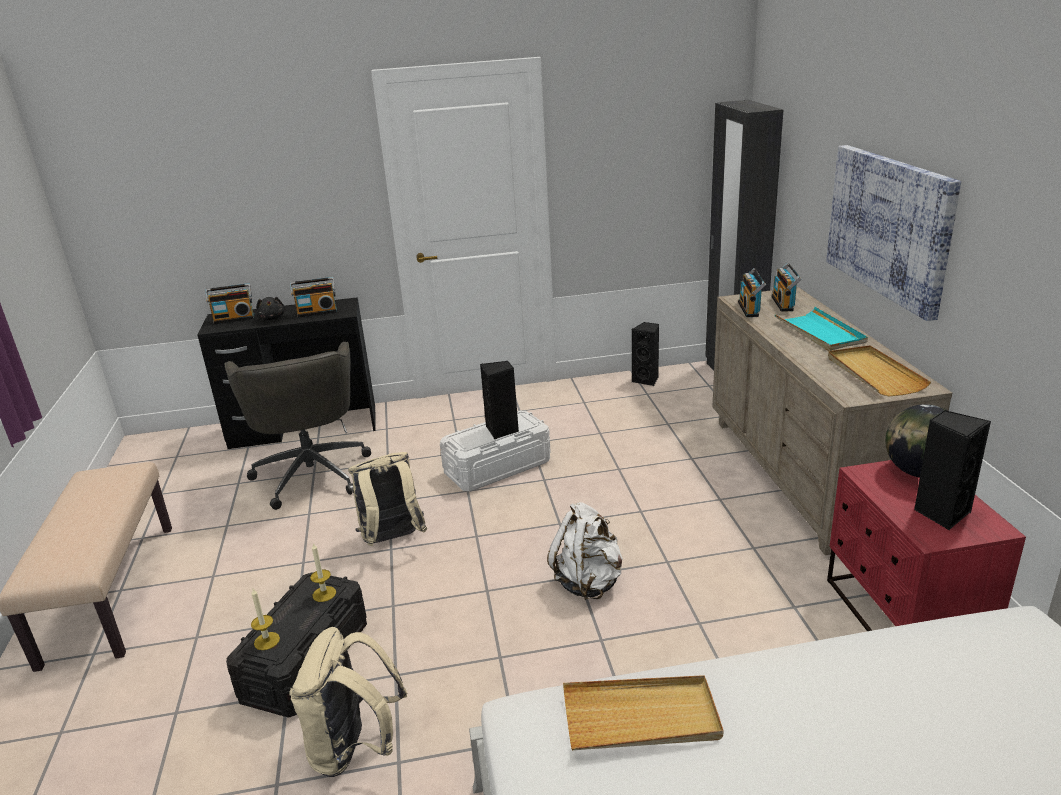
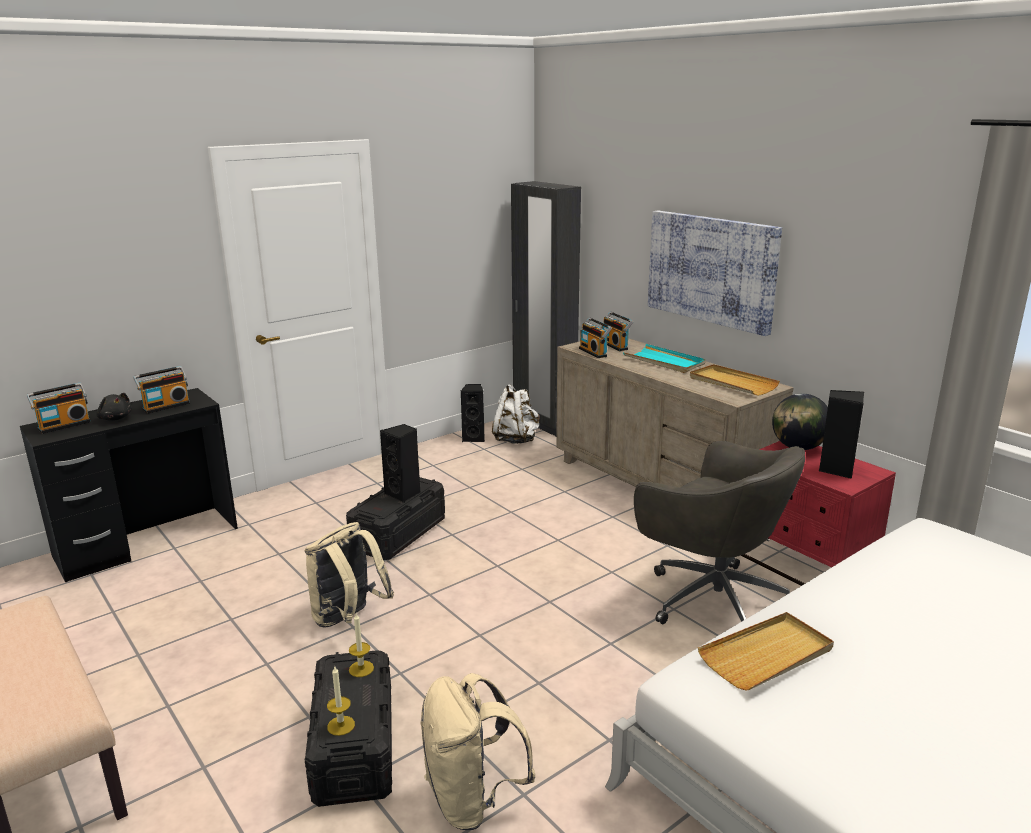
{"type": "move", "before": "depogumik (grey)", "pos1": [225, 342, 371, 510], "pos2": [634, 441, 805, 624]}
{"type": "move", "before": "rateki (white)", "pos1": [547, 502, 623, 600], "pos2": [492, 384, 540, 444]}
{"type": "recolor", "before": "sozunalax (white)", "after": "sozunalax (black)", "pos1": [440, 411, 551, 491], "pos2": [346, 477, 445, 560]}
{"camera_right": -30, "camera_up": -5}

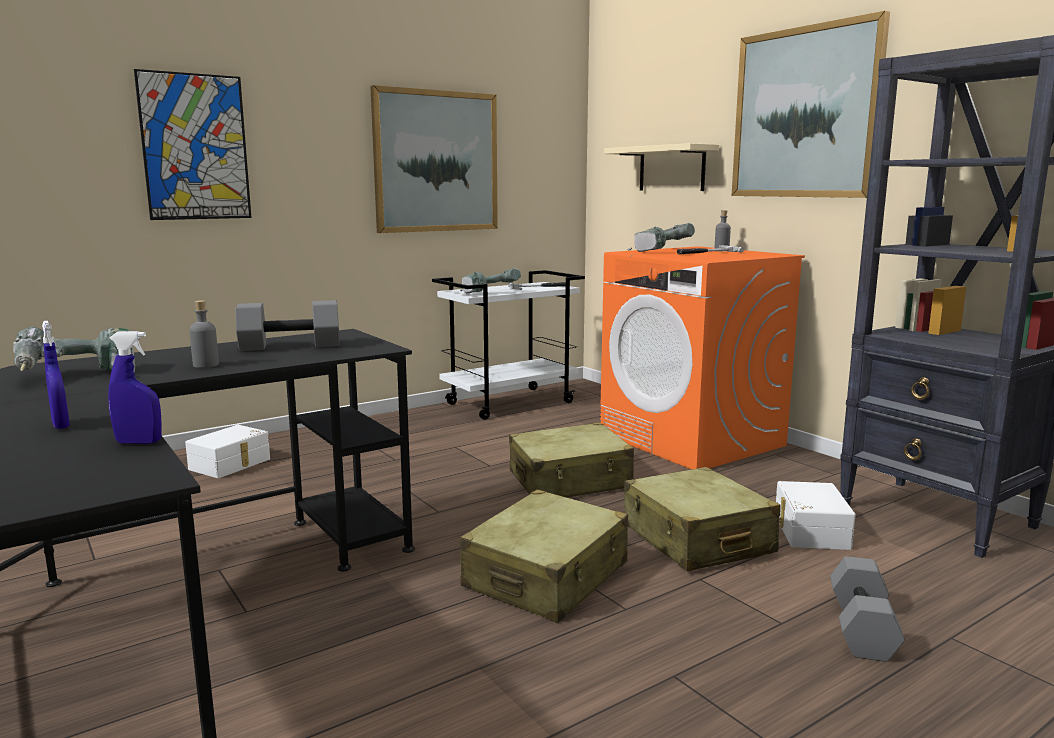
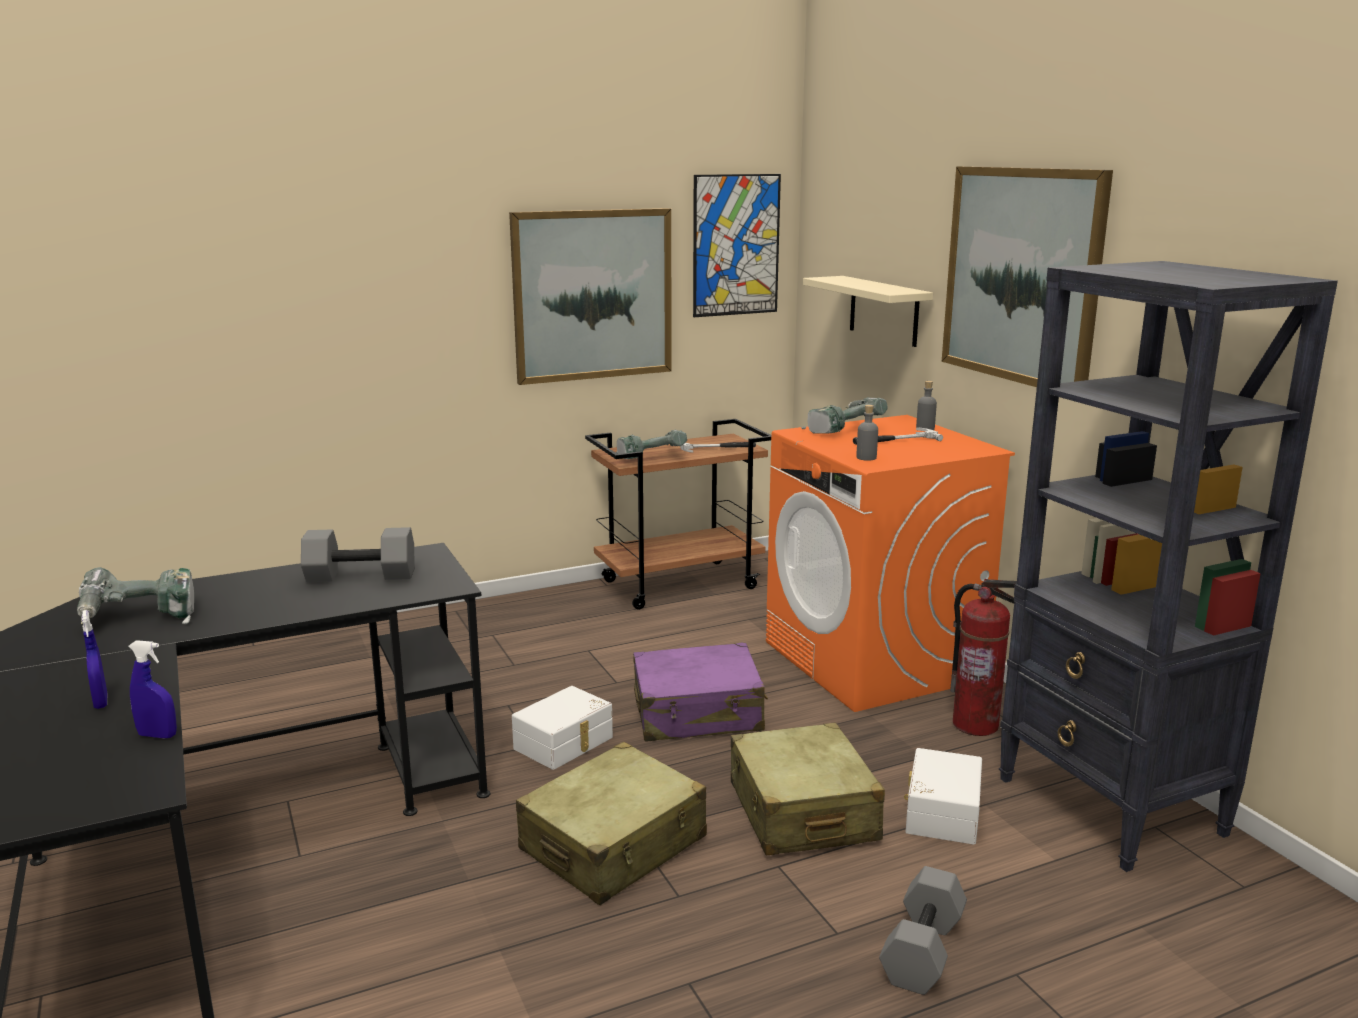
{"type": "insert", "after": "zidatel", "pos2": [950, 579, 1017, 736]}
{"type": "move", "before": "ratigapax", "pos1": [134, 69, 251, 220], "pos2": [693, 174, 781, 317]}
{"type": "move", "before": "sozunalax (white)", "pos1": [185, 425, 270, 478], "pos2": [512, 686, 613, 770]}
{"type": "move", "before": "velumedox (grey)", "pos1": [190, 301, 219, 368], "pos2": [856, 405, 878, 461]}
{"type": "recolor", "before": "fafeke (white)", "after": "fafeke (brown)", "pos1": [432, 270, 585, 420], "pos2": [585, 419, 771, 610]}
{"type": "recolor", "before": "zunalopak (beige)", "after": "zunalopak (purple)", "pos1": [509, 422, 634, 497], "pos2": [633, 642, 768, 742]}
{"camera_right": 10, "camera_up": 5}

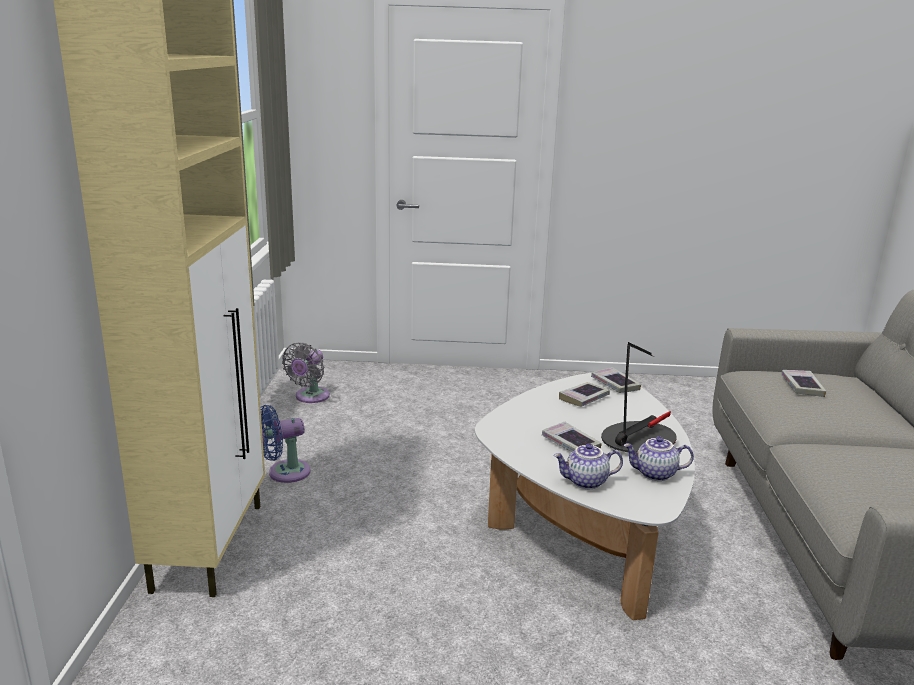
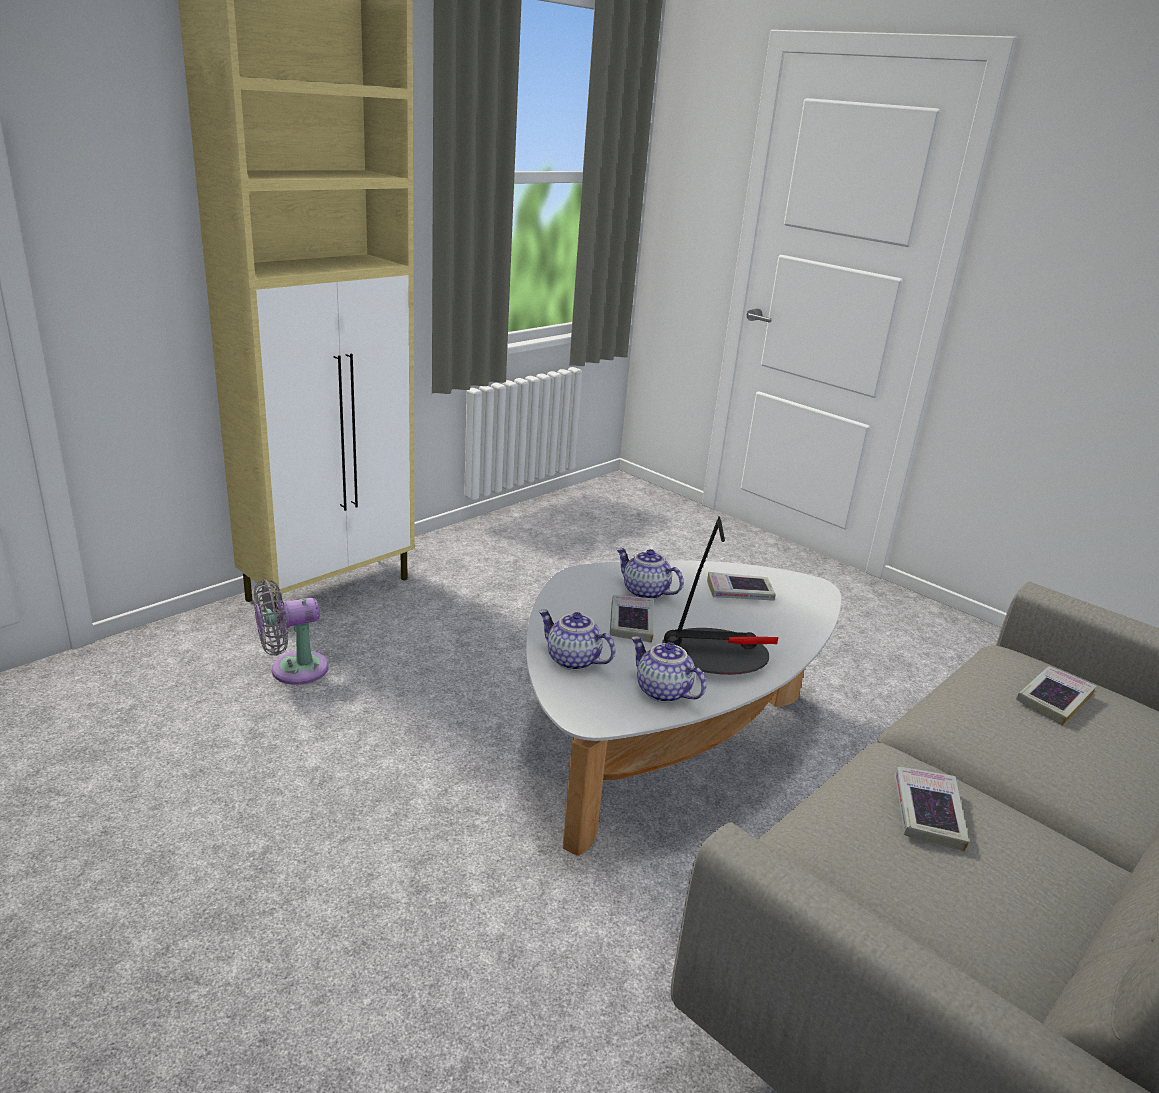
{"type": "delete", "before": "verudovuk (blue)", "pos1": [261, 405, 311, 483]}
{"type": "insert", "after": "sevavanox", "pos2": [616, 548, 683, 599]}
{"type": "move", "before": "verudovuk (grey)", "pos1": [282, 343, 330, 403], "pos2": [254, 579, 329, 685]}
{"type": "move", "before": "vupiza", "pos1": [591, 367, 641, 393], "pos2": [895, 767, 969, 851]}
{"camera_right": 40, "camera_up": 5}

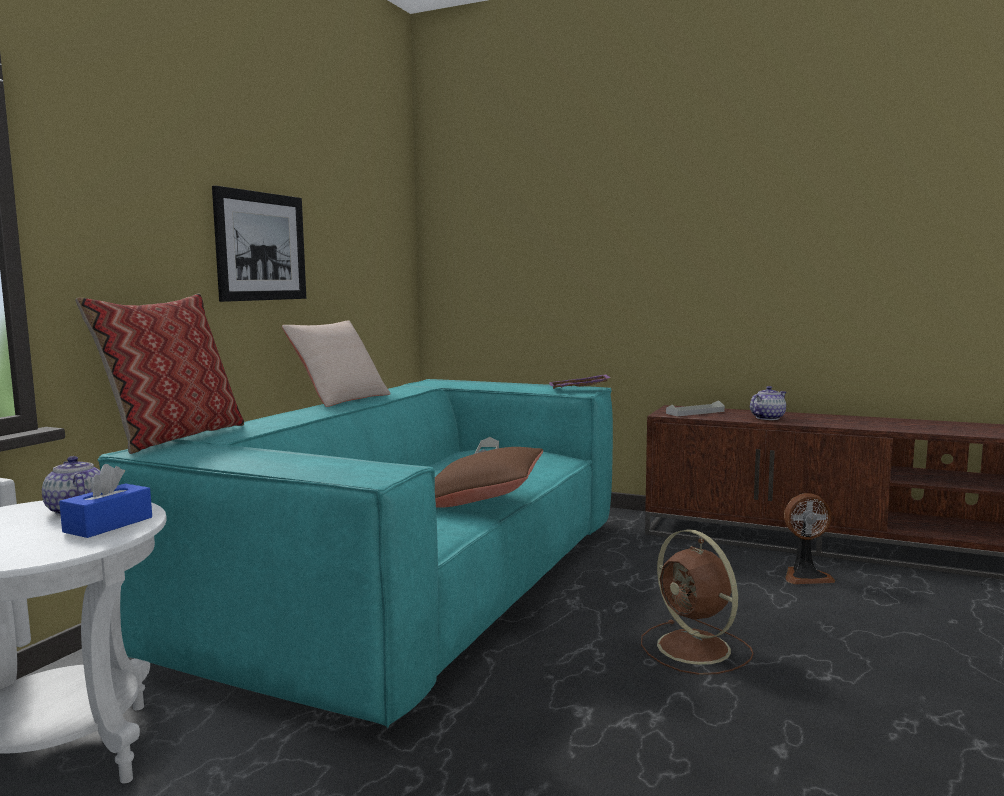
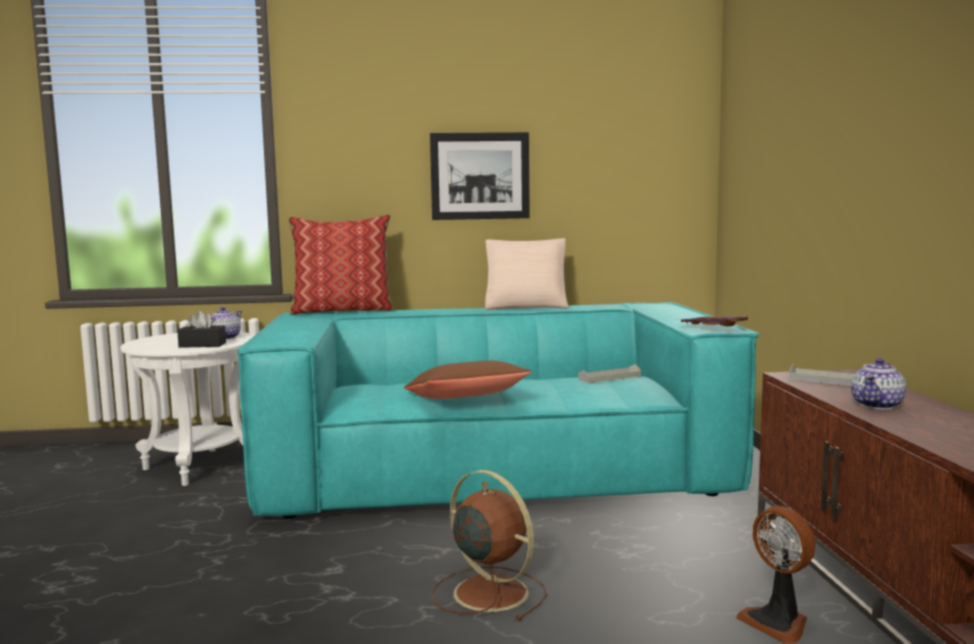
{"type": "recolor", "before": "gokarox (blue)", "after": "gokarox (black)", "pos1": [59, 464, 152, 538], "pos2": [177, 311, 226, 348]}
{"type": "rotate", "before": "verudovuk (brown)", "pos1": [641, 529, 754, 675], "pos2": [431, 470, 547, 621], "turn": 105}
{"type": "rotate", "before": "sevavanox", "pos1": [750, 386, 786, 420], "pos2": [851, 358, 906, 410], "turn": 105}
{"camera_right": 60, "camera_up": 0}

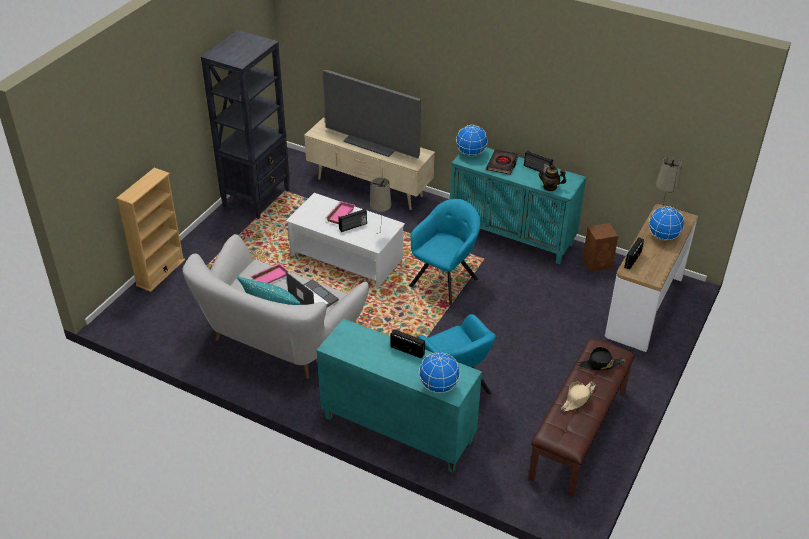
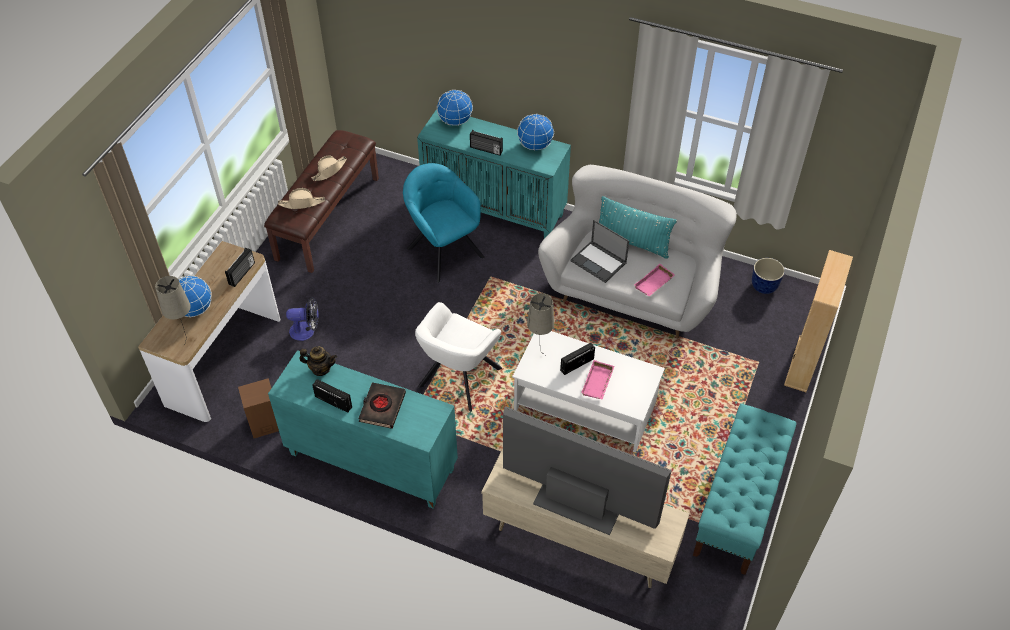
{"type": "insert", "after": "verudovuk", "pos2": [286, 297, 319, 341]}
{"type": "insert", "after": "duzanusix", "pos2": [752, 258, 785, 294]}
{"type": "move", "before": "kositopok", "pos1": [456, 125, 488, 156], "pos2": [517, 114, 554, 151]}
{"type": "replace", "before": "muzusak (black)", "after": "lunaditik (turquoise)", "pos1": [201, 30, 290, 219], "pos2": [693, 404, 797, 575]}
{"type": "recolor", "before": "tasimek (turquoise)", "after": "tasimek (white)", "pos1": [409, 199, 481, 307], "pos2": [415, 302, 502, 412]}
{"type": "recolor", "before": "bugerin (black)", "after": "bugerin (beige)", "pos1": [577, 347, 625, 370], "pos2": [278, 188, 325, 209]}
{"camera_right": 175, "camera_up": 10}

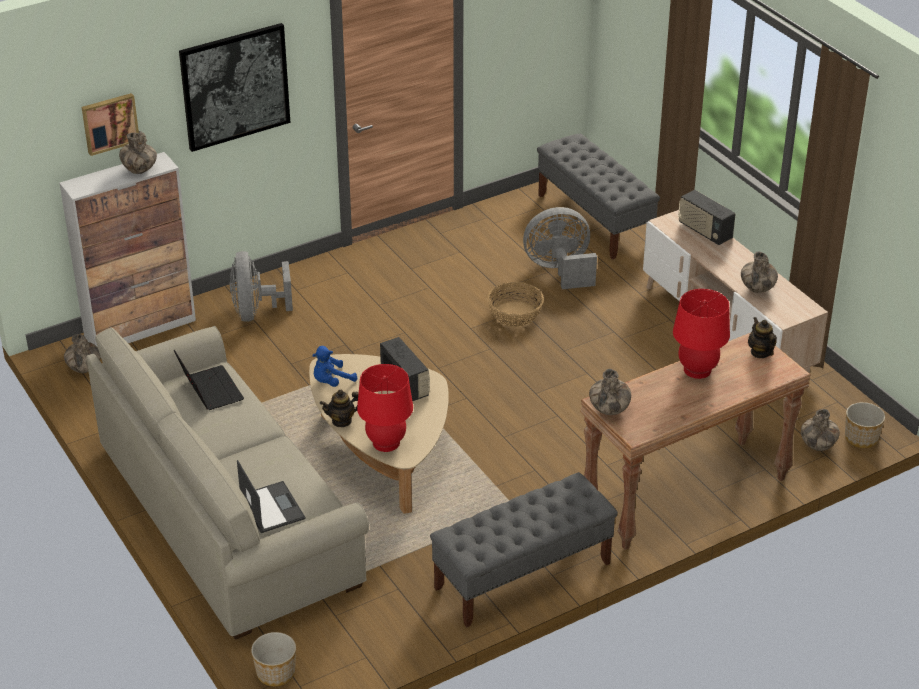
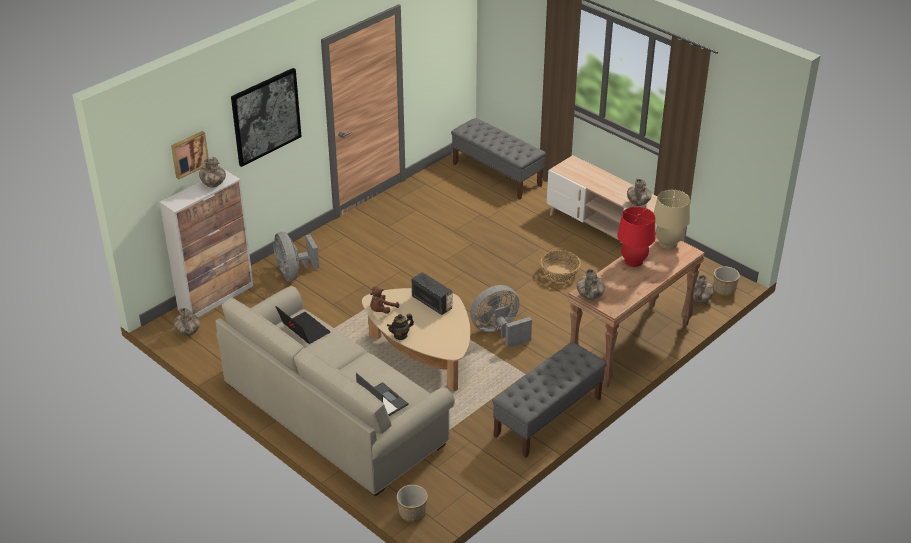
{"type": "delete", "before": "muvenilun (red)", "pos1": [357, 364, 413, 452]}
{"type": "delete", "before": "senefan", "pos1": [678, 190, 736, 245]}
{"type": "move", "before": "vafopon", "pos1": [487, 282, 544, 327], "pos2": [541, 250, 581, 282]}
{"type": "move", "before": "verudovuk (grey)", "pos1": [523, 207, 597, 289], "pos2": [470, 285, 532, 348]}
{"type": "replace", "before": "sevavanox", "after": "muvenilun (beige)", "pos1": [748, 317, 777, 358], "pos2": [654, 190, 690, 249]}
{"type": "recolor", "before": "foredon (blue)", "after": "foredon (brown)", "pos1": [312, 346, 357, 387], "pos2": [370, 287, 399, 314]}
{"camera_right": -15, "camera_up": 0}

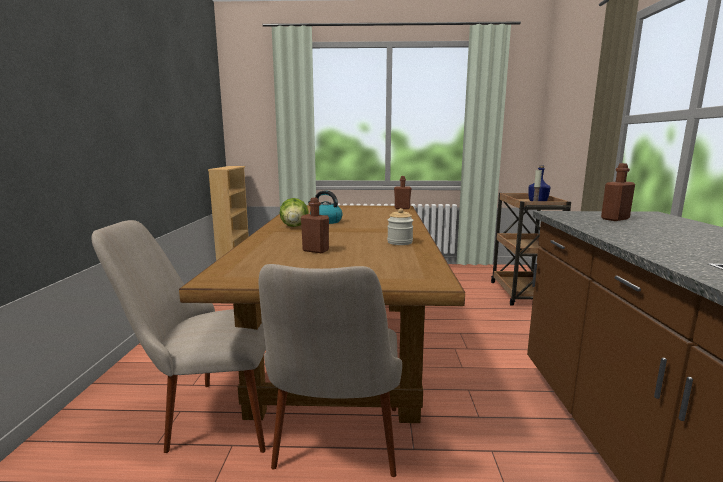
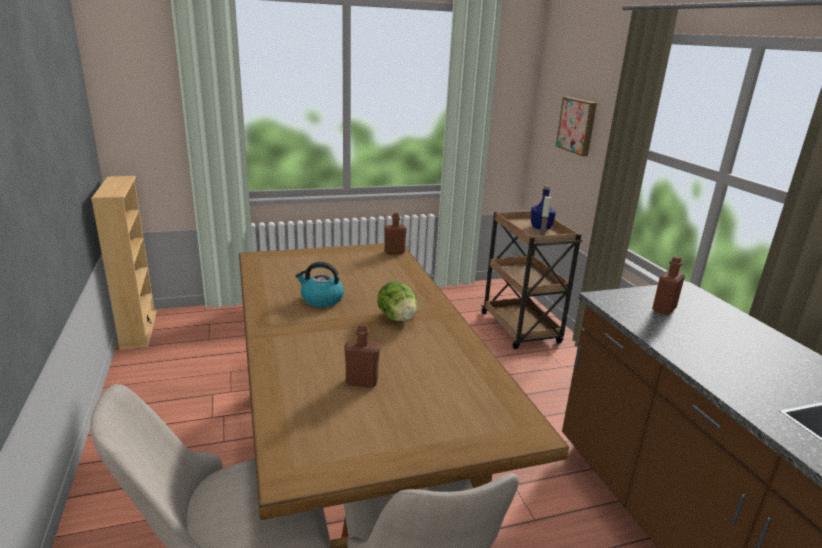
{"type": "delete", "before": "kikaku", "pos1": [387, 208, 413, 245]}
{"type": "insert", "after": "ratigapax", "pos2": [556, 97, 597, 156]}
{"type": "move", "before": "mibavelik", "pos1": [279, 198, 309, 227], "pos2": [377, 281, 417, 321]}
{"camera_right": -20, "camera_up": 10}

